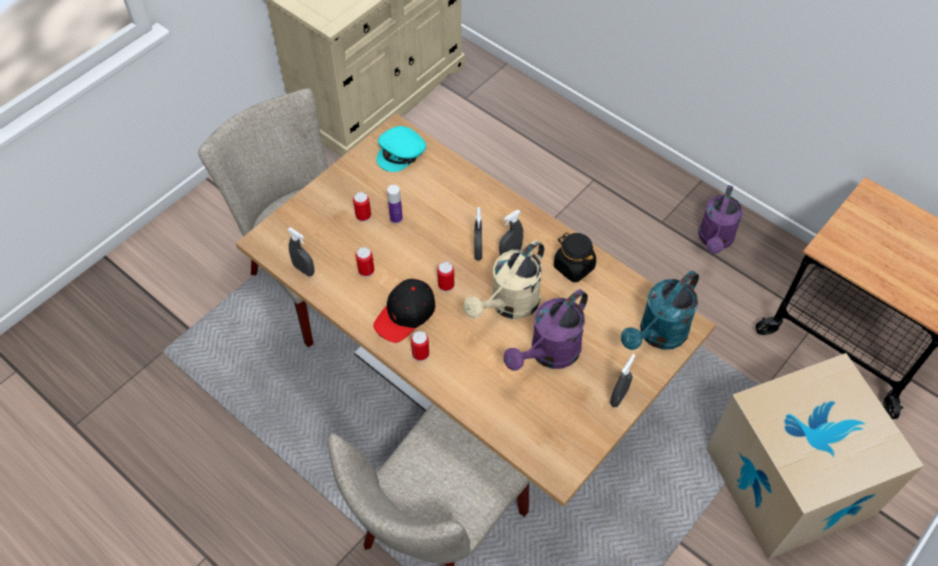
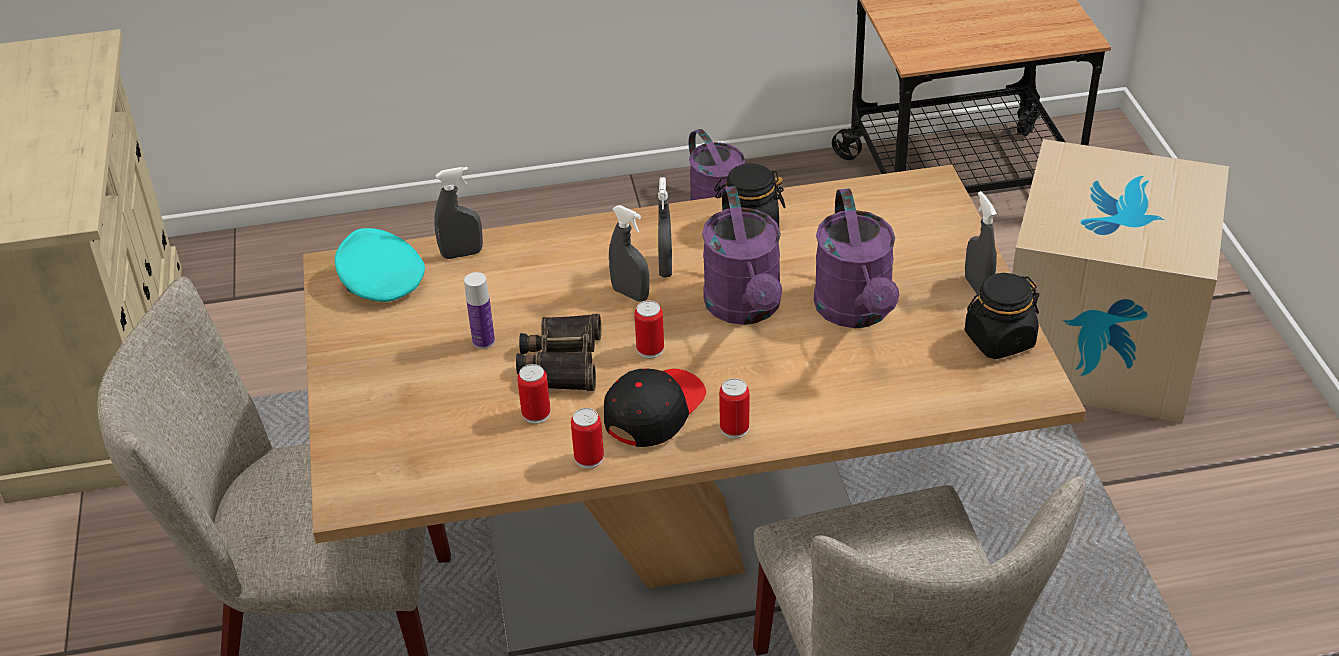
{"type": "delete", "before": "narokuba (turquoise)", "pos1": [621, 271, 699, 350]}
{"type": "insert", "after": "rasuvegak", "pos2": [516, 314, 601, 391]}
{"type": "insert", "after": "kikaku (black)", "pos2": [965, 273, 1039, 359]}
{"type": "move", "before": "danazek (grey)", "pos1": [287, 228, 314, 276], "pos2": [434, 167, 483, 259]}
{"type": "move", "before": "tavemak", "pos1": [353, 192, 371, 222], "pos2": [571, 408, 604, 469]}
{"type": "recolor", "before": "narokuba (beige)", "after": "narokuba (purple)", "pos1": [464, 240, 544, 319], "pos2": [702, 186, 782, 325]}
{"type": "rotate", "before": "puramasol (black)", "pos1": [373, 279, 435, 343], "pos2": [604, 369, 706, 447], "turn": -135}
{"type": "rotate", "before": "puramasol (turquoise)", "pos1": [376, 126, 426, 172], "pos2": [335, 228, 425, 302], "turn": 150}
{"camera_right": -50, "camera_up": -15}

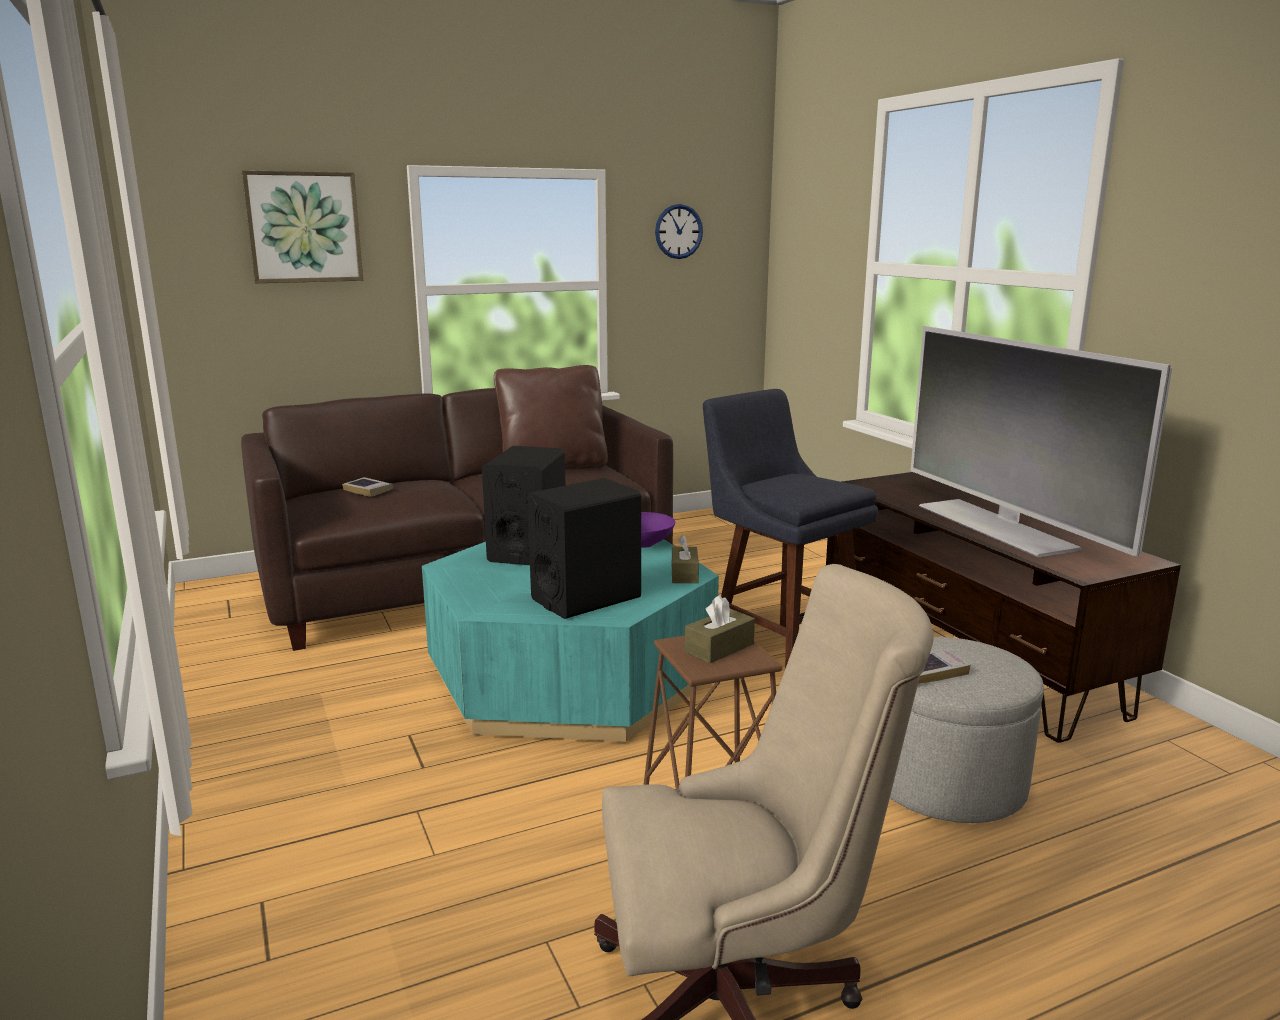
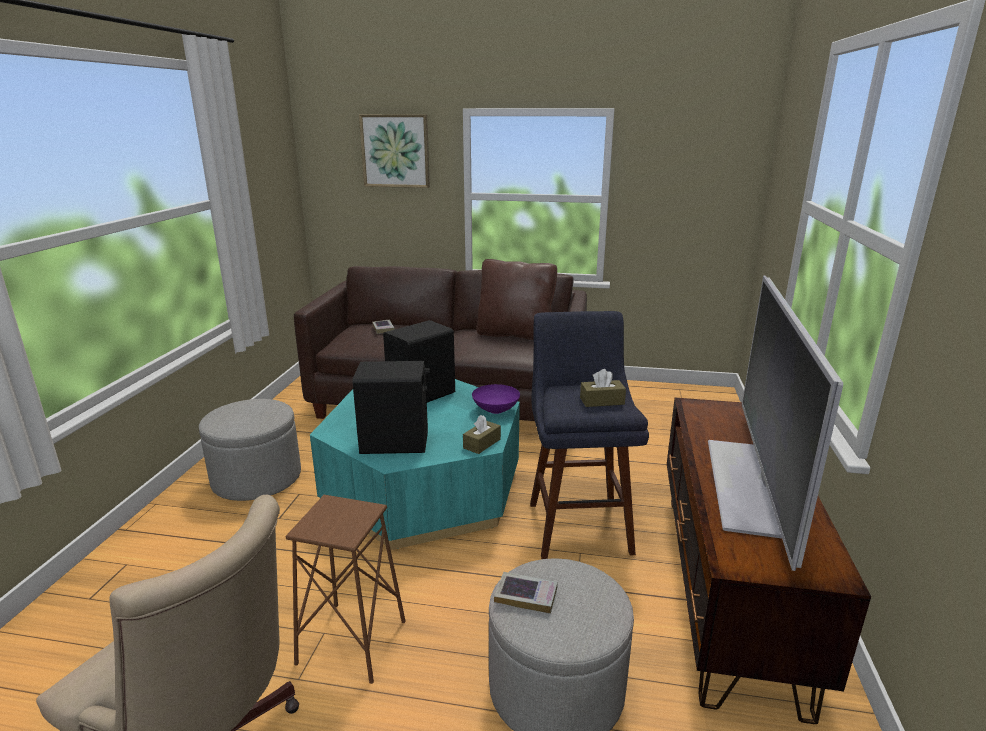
{"type": "delete", "before": "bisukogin", "pos1": [655, 204, 703, 259]}
{"type": "insert", "after": "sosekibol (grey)", "pos2": [199, 399, 301, 501]}
{"type": "move", "before": "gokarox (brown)", "pos1": [685, 595, 755, 663], "pos2": [580, 369, 626, 407]}
{"camera_right": 35, "camera_up": 5}

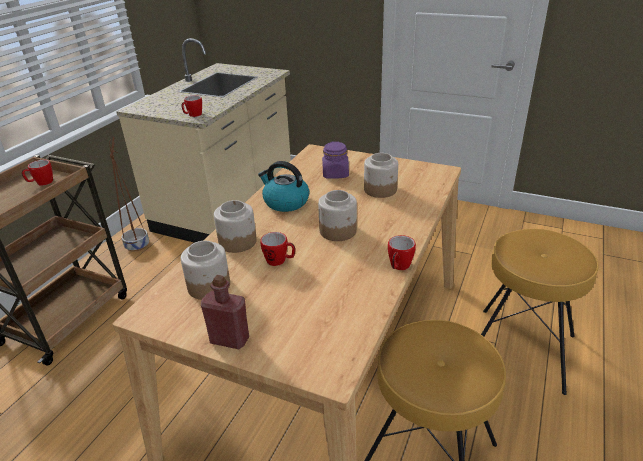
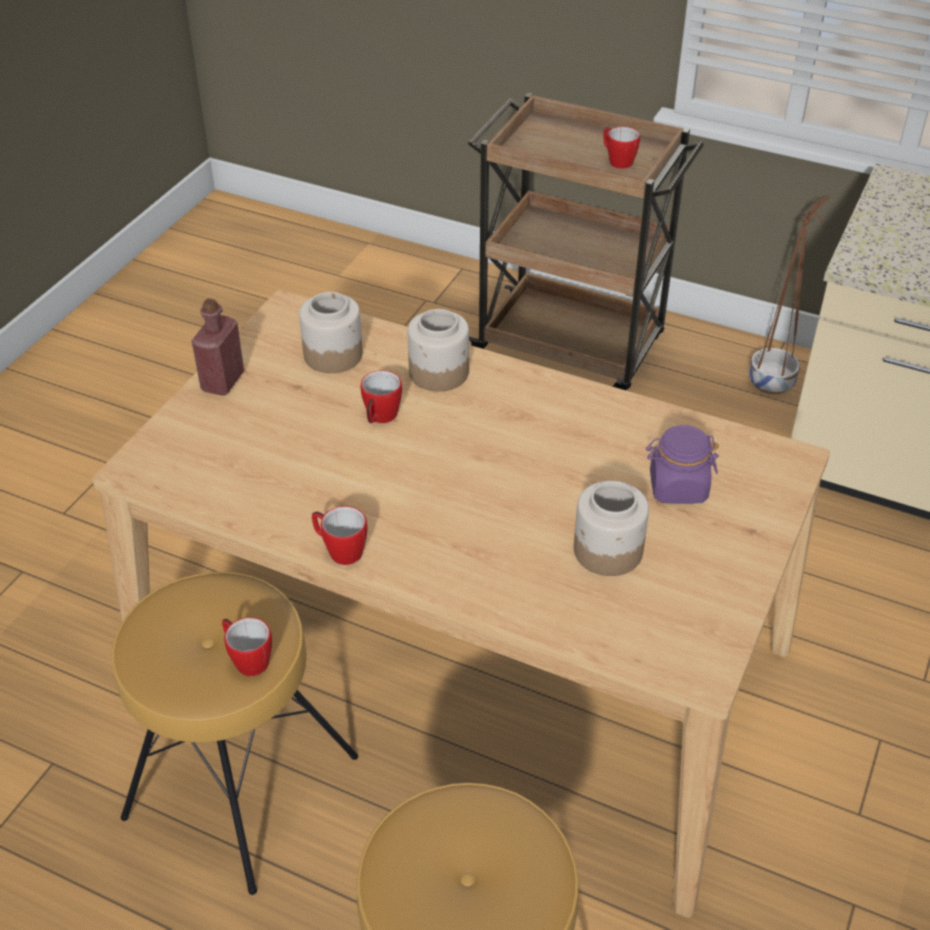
{"type": "delete", "before": "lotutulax", "pos1": [258, 161, 309, 212]}
{"type": "delete", "before": "kikaku", "pos1": [318, 190, 357, 241]}
{"type": "move", "before": "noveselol", "pos1": [181, 95, 202, 117], "pos2": [222, 617, 272, 676]}
{"camera_right": 90, "camera_up": 10}

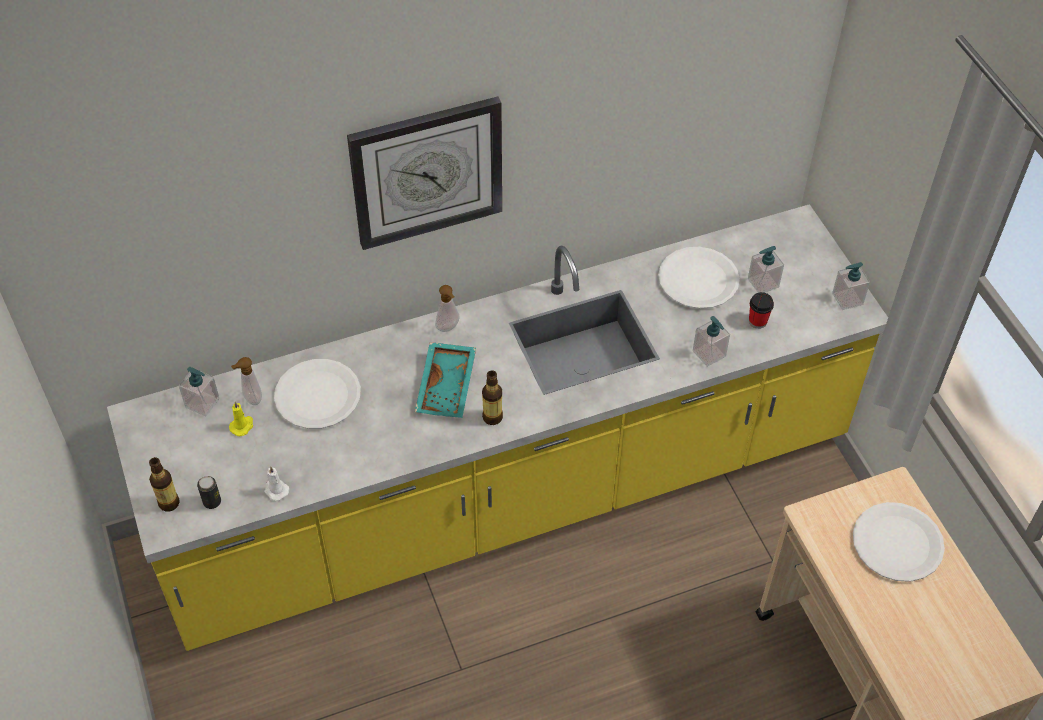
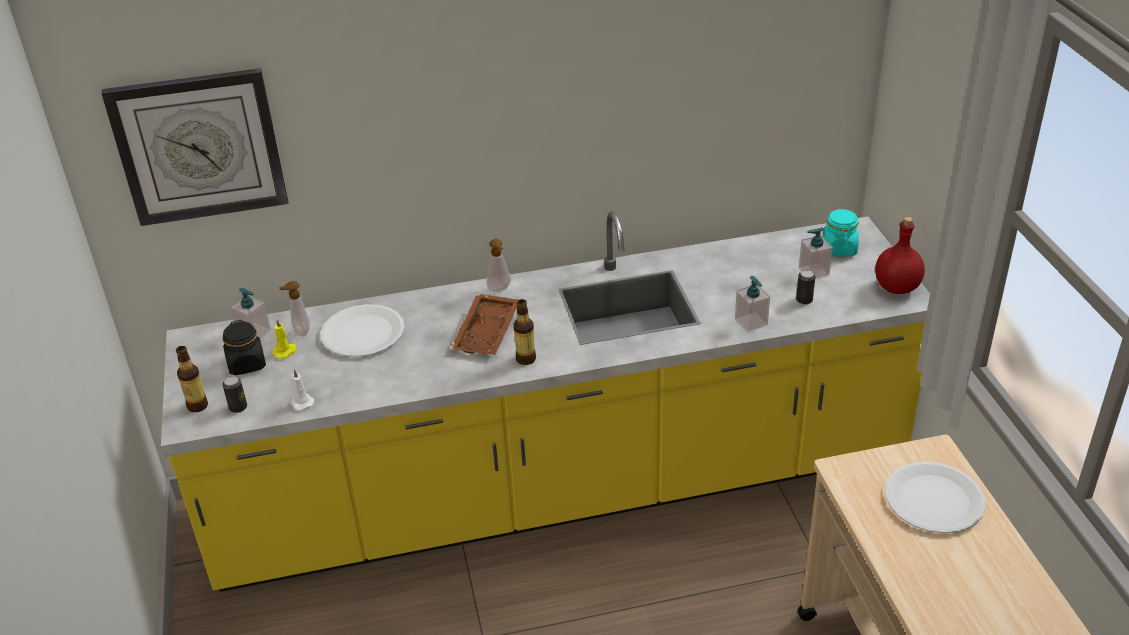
{"type": "delete", "before": "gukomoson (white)", "pos1": [658, 247, 740, 309]}
{"type": "insert", "after": "kikaku (black)", "pos2": [223, 320, 266, 375]}
{"type": "insert", "after": "kikaku (turquoise)", "pos2": [823, 209, 859, 257]}
{"type": "move", "before": "bisukogin", "pos1": [347, 97, 502, 250], "pos2": [101, 68, 289, 226]}
{"type": "replace", "before": "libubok", "after": "tavemak", "pos1": [749, 292, 774, 329], "pos2": [796, 270, 815, 304]}
{"type": "replace", "before": "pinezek", "after": "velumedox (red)", "pos1": [832, 262, 870, 310], "pos2": [875, 217, 925, 294]}
{"type": "recolor", "before": "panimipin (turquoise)", "after": "panimipin (brown)", "pos1": [415, 342, 476, 418], "pos2": [450, 294, 518, 355]}
{"camera_right": 10, "camera_up": -15}

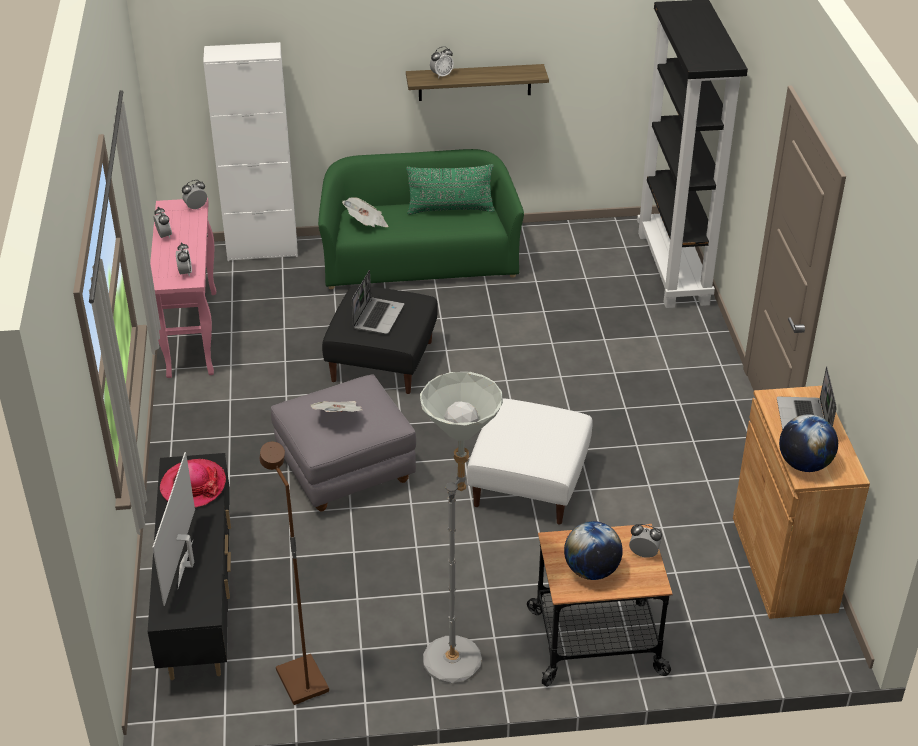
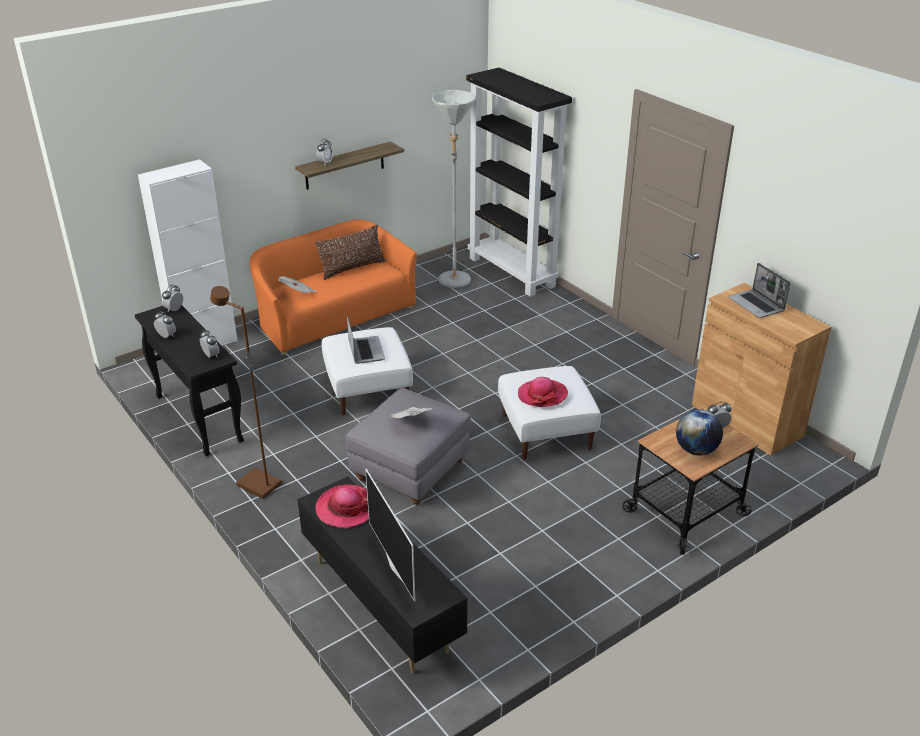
{"type": "delete", "before": "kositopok", "pos1": [779, 415, 838, 472]}
{"type": "insert", "after": "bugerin", "pos2": [518, 377, 568, 407]}
{"type": "move", "before": "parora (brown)", "pos1": [260, 442, 329, 705], "pos2": [210, 286, 282, 499]}
{"type": "move", "before": "parora (grey)", "pos1": [420, 372, 503, 683], "pos2": [432, 90, 476, 288]}
{"type": "recolor", "before": "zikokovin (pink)", "after": "zikokovin (black)", "pos1": [150, 198, 216, 378], "pos2": [135, 305, 244, 456]}
{"type": "recolor", "before": "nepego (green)", "after": "nepego (orange)", "pos1": [318, 149, 524, 289], "pos2": [249, 219, 417, 355]}
{"type": "recolor", "before": "sosekibol (black)", "after": "sosekibol (white)", "pos1": [322, 286, 438, 394], "pos2": [322, 327, 413, 415]}
{"type": "recolor", "before": "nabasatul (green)", "after": "nabasatul (brown)", "pos1": [406, 164, 495, 215], "pos2": [315, 225, 386, 280]}
{"camera_right": -30, "camera_up": -5}

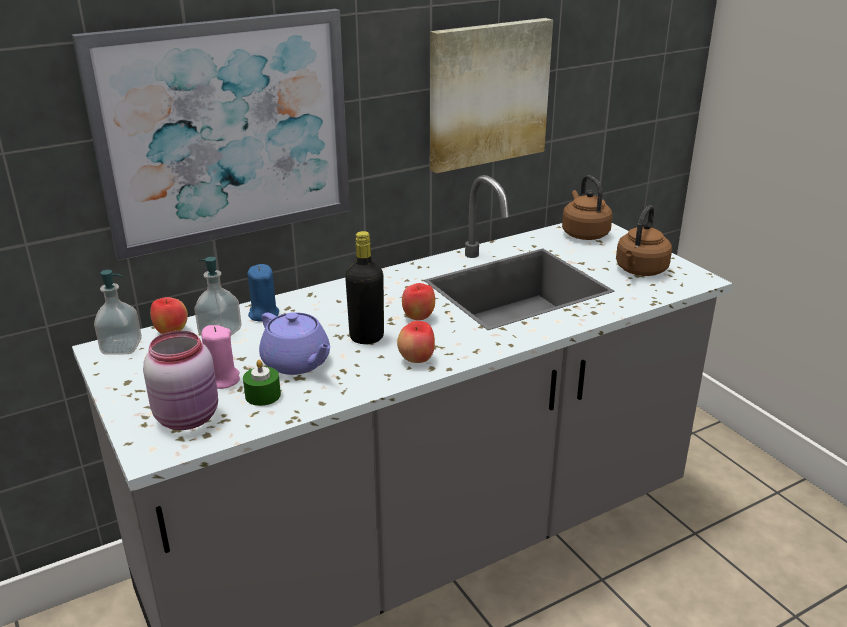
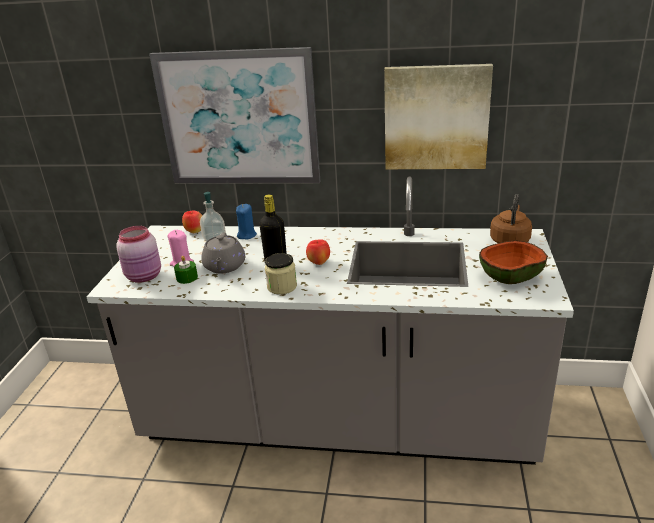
{"type": "delete", "before": "pinezek", "pos1": [94, 270, 142, 355]}
{"type": "replace", "before": "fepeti", "after": "kikaku", "pos1": [397, 321, 435, 363], "pos2": [265, 253, 297, 295]}
{"type": "replace", "before": "lotutulax (brown)", "after": "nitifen", "pos1": [616, 205, 672, 276], "pos2": [479, 240, 548, 284]}
{"type": "recolor", "before": "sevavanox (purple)", "after": "sevavanox (grey)", "pos1": [259, 312, 331, 375], "pos2": [201, 232, 245, 273]}
{"camera_right": 40, "camera_up": 0}

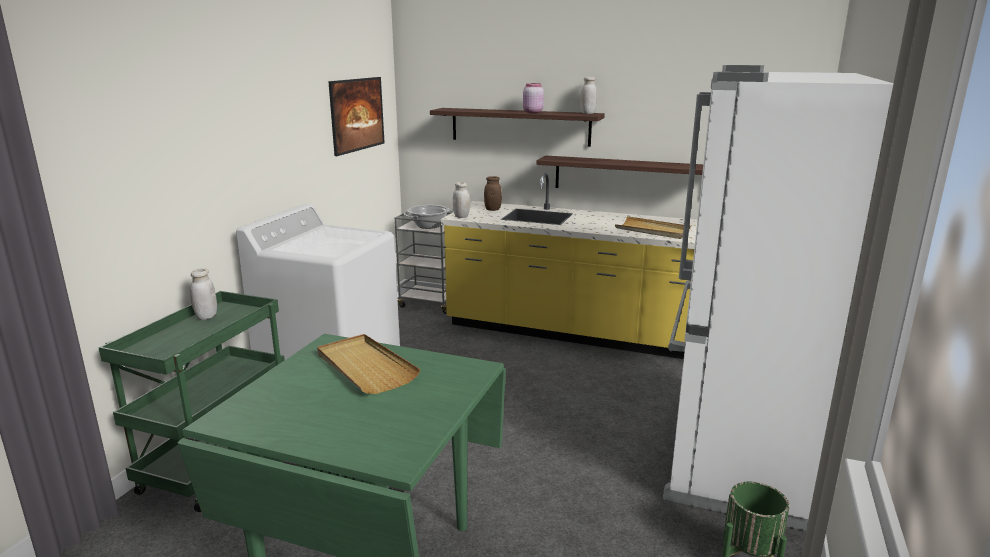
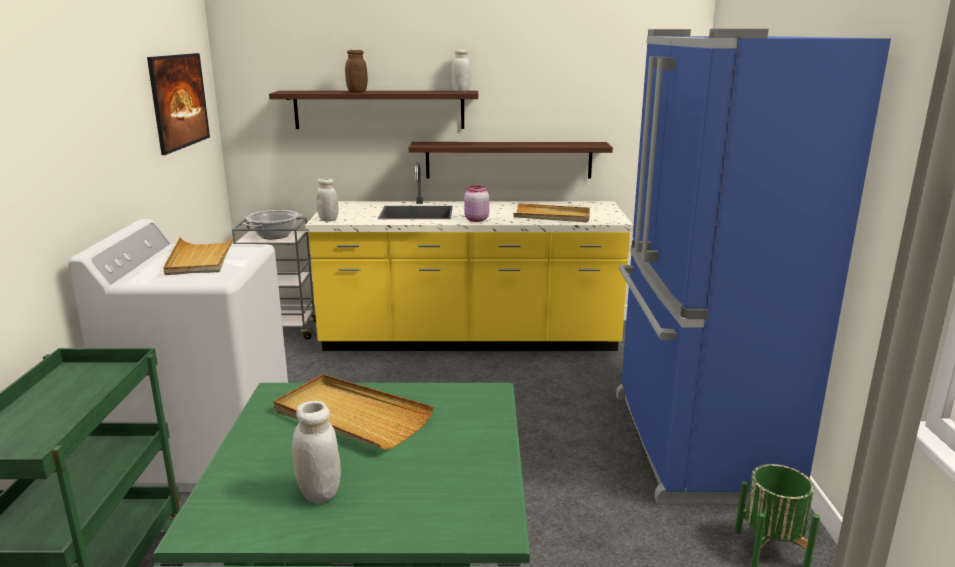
{"type": "insert", "after": "panimipin (beige)", "pos2": [163, 234, 236, 275]}
{"type": "move", "before": "kikaku (white)", "pos1": [190, 268, 217, 320], "pos2": [292, 401, 341, 503]}
{"type": "move", "before": "kikaku (brown)", "pos1": [484, 176, 502, 211], "pos2": [345, 50, 368, 93]}
{"type": "move", "before": "kikaku (pink)", "pos1": [523, 83, 544, 113], "pos2": [464, 185, 489, 222]}
{"type": "recolor", "before": "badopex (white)", "after": "badopex (blue)", "pos1": [663, 65, 894, 531], "pos2": [616, 29, 891, 504]}
{"camera_right": -20, "camera_up": 0}

